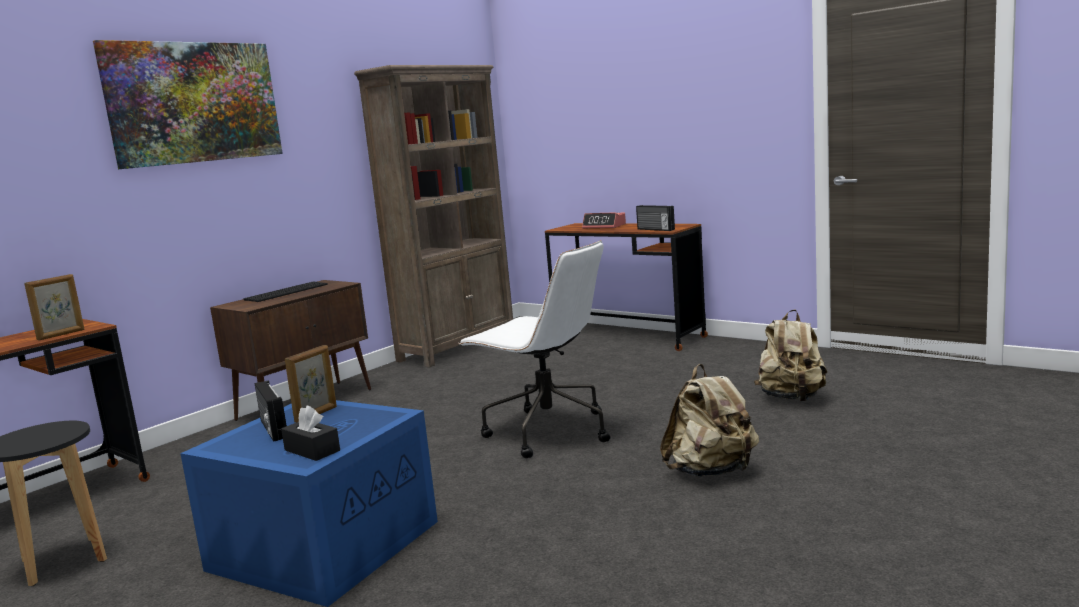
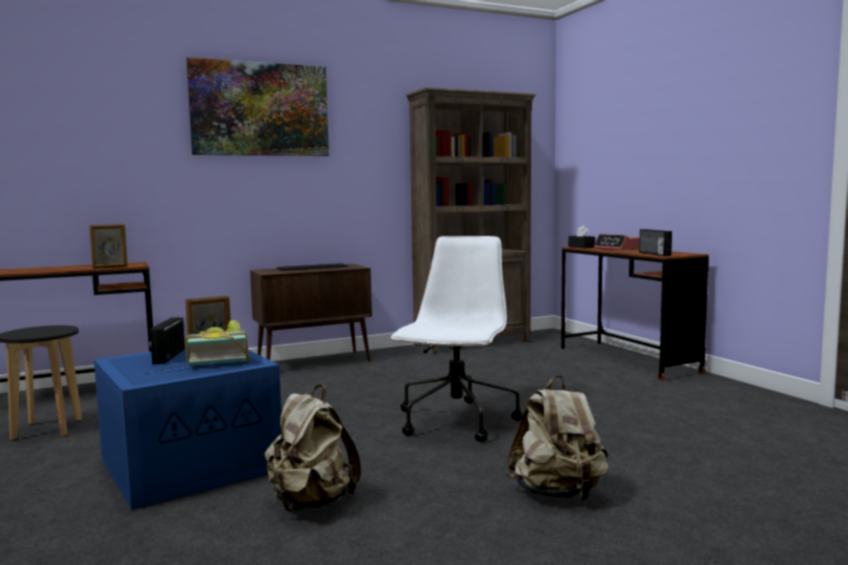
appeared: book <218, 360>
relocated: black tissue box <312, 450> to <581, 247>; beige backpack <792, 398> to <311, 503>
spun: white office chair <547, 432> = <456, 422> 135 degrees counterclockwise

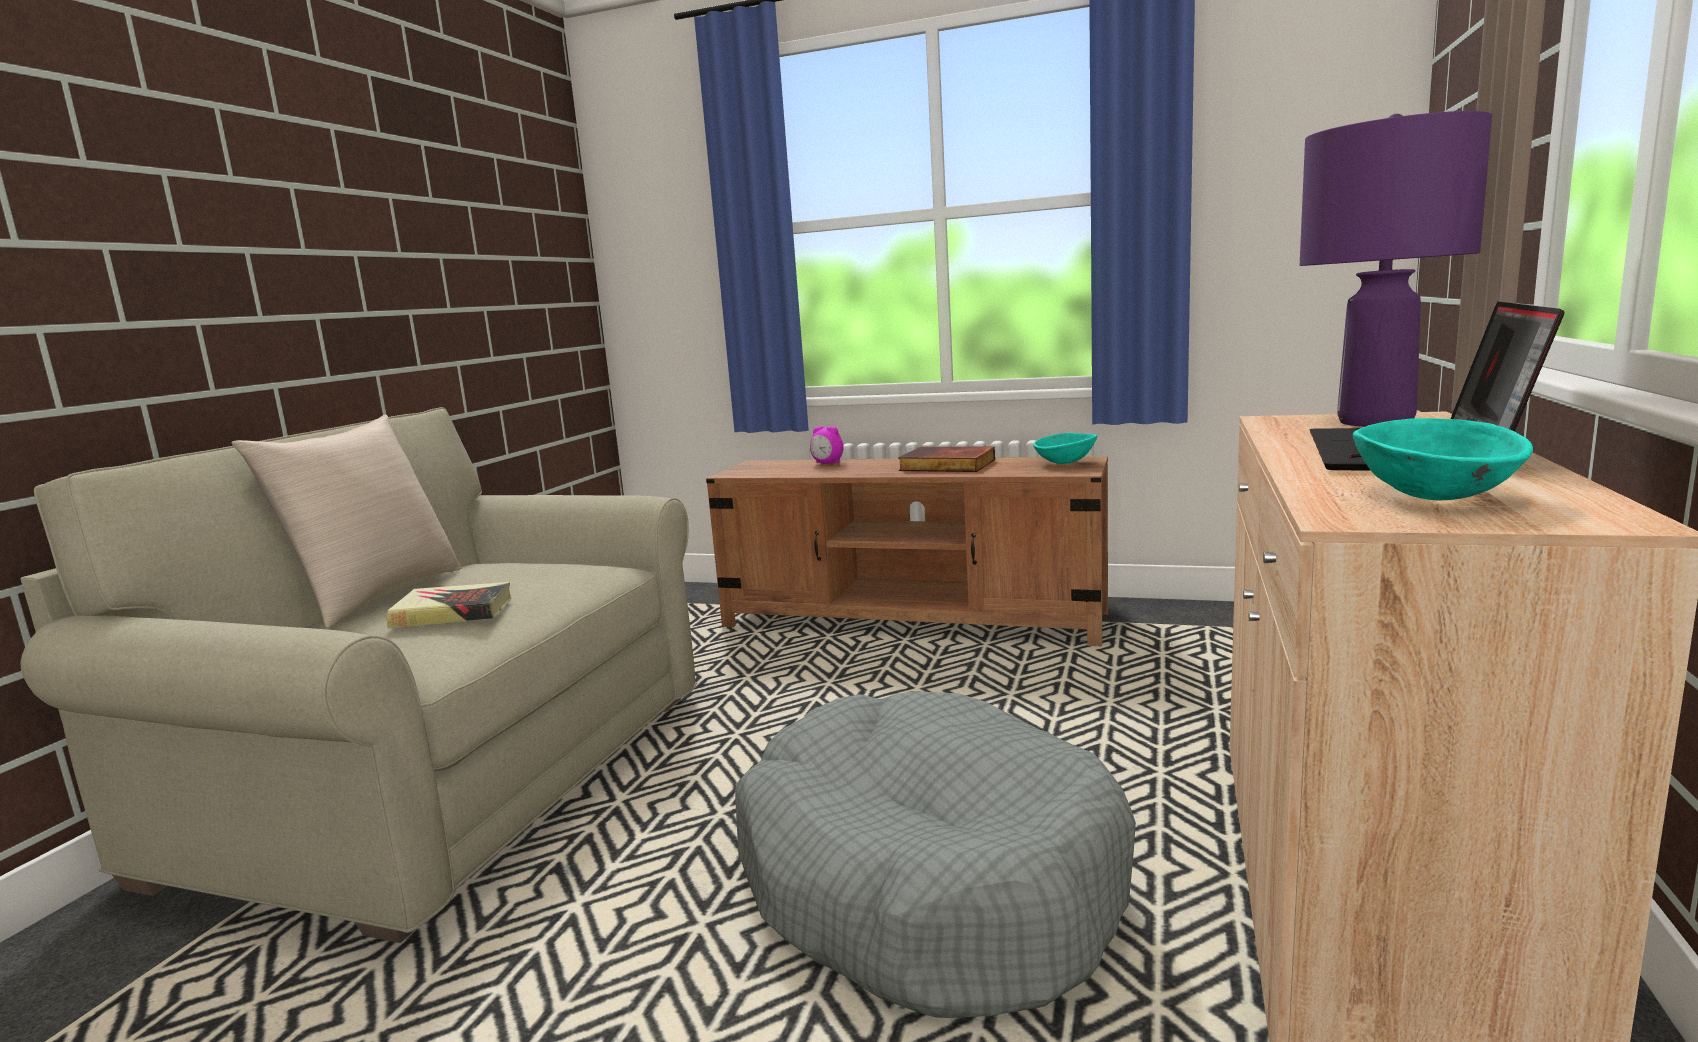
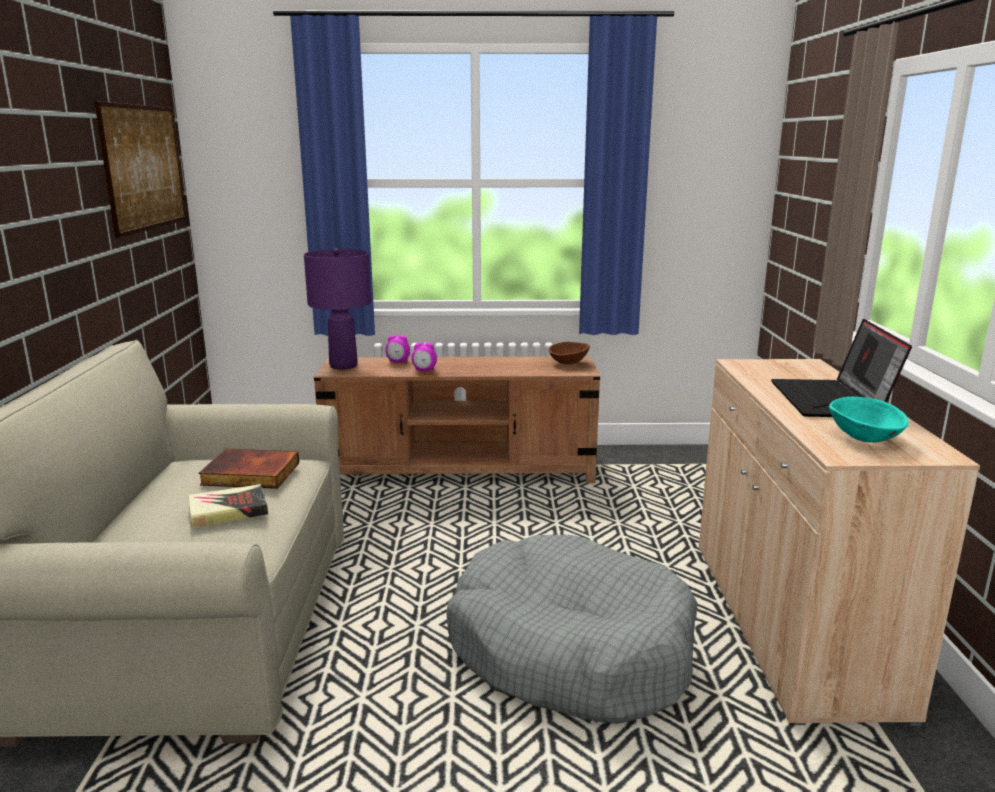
missing: beige pillow <375, 596>
appeared: picture <145, 167>; alarm clock <424, 370>
relocated: book <946, 465> to <249, 474>; purple table lamp <1377, 422> to <344, 365>
colour: turquoise bowl <1065, 463> to brown bowl <568, 363>

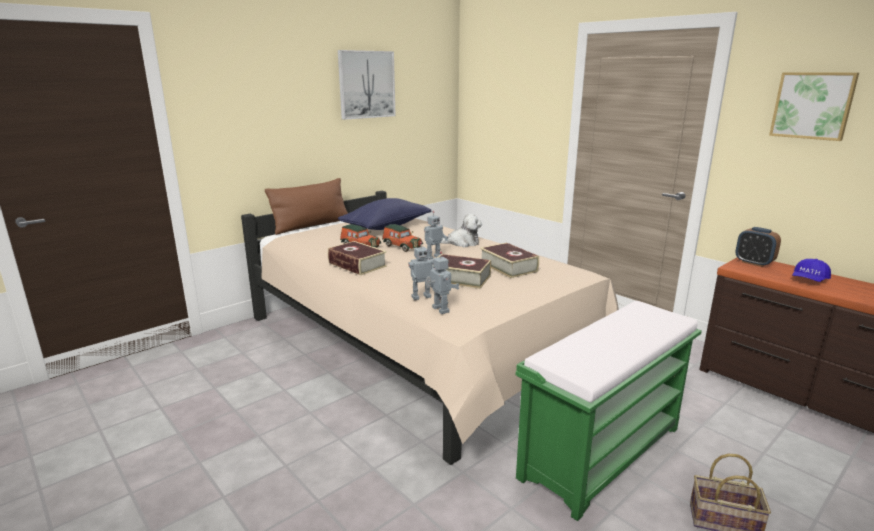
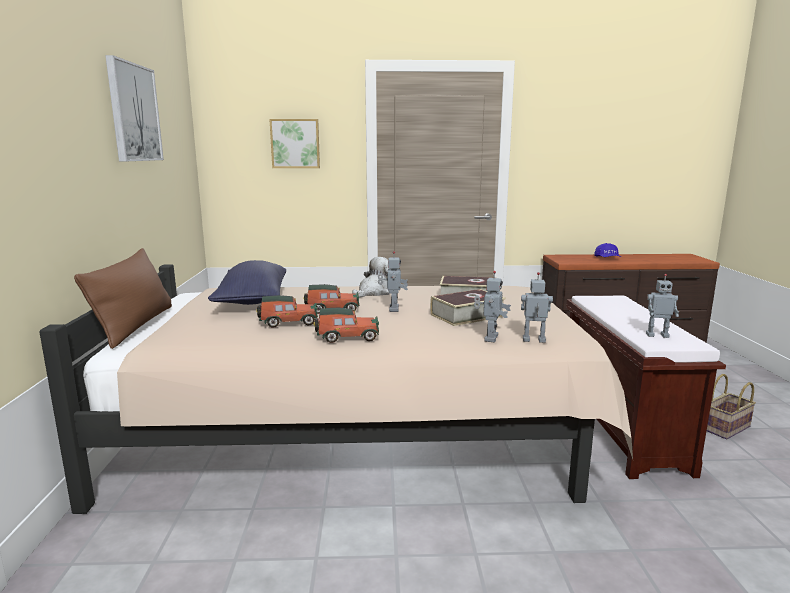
missing: alarm clock <754, 263>
appeared: toy robot <657, 335>
relocated: picture <812, 105> to <295, 143>
exchanged: book <357, 264> to toy car <346, 337>
colour: green bench <602, 451> to brown bench <619, 429>

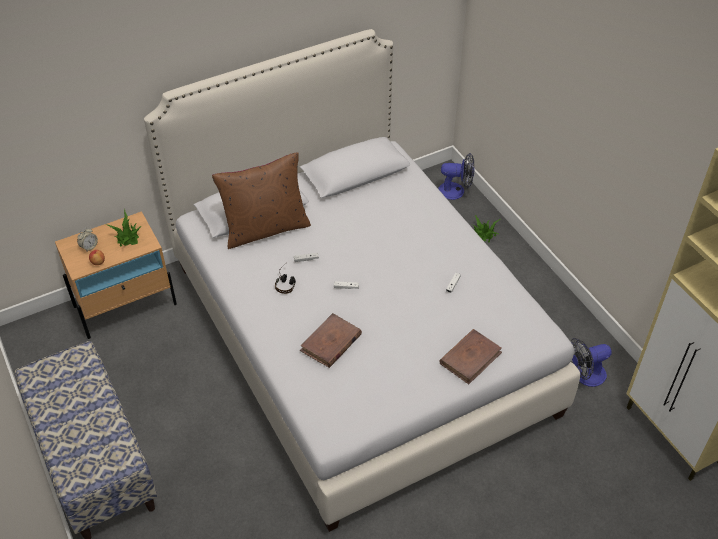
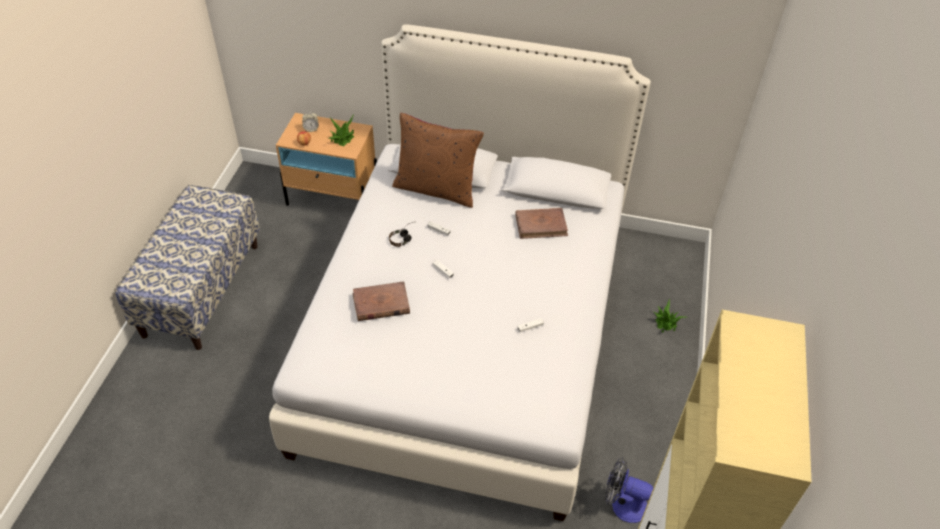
missing: fan <456, 191>
relocated: brown book <470, 358> to <541, 225>

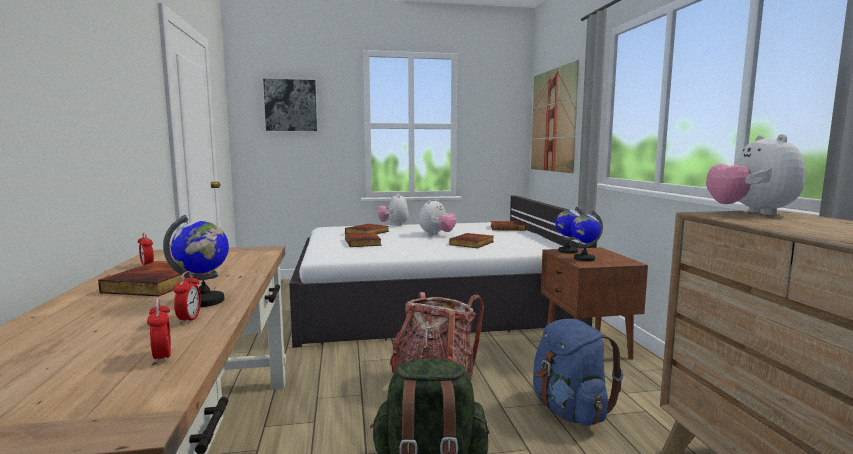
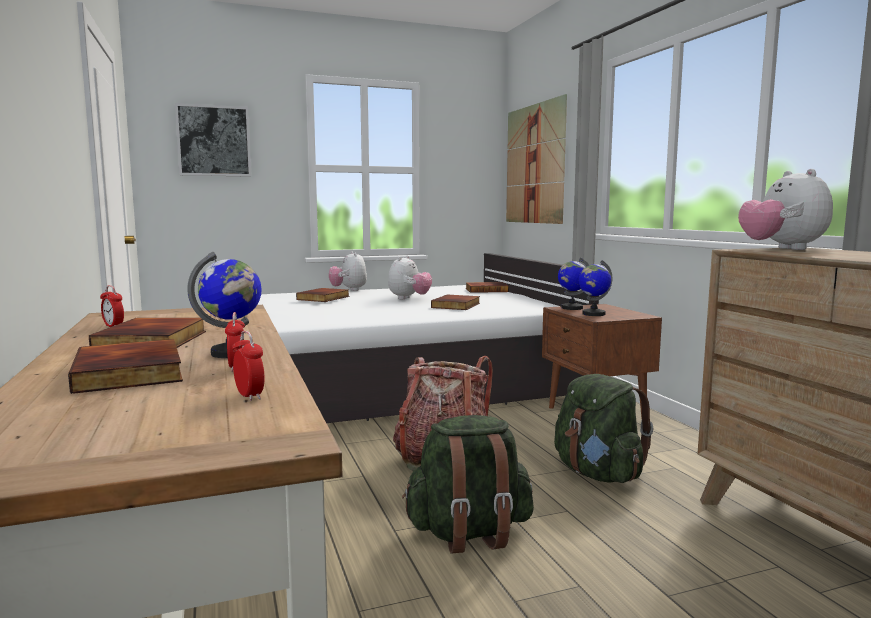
relocated: book <363, 242> to <132, 372>
colour: blue backpack <569, 411> to green backpack <598, 474>

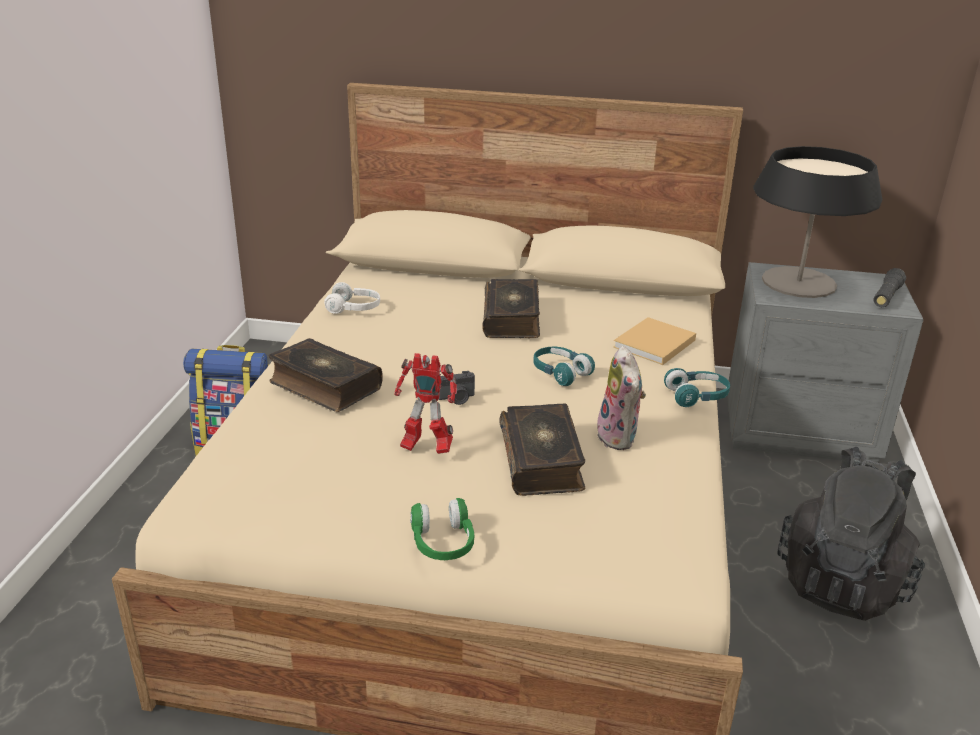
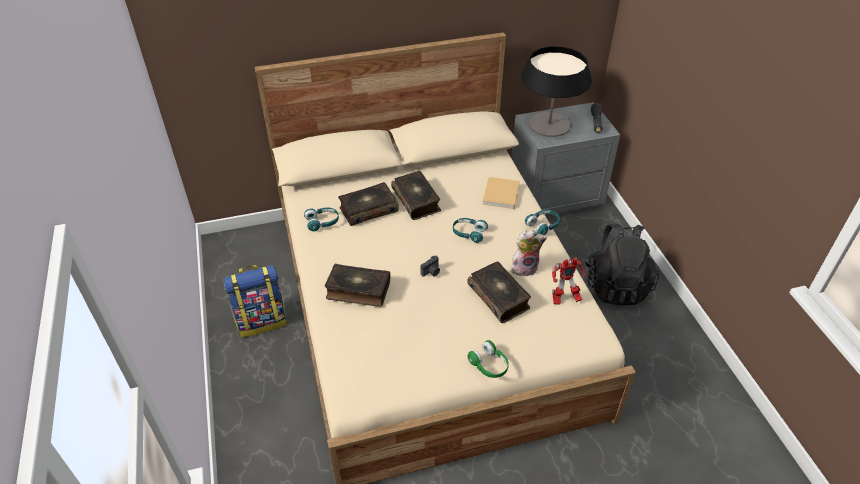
appeared: book <368, 209>
relocated: toy robot <425, 447> to <564, 299>
colour: white headphones <354, 308> to turquoise headphones <322, 222>
spun: plush toy <620, 438> = <525, 267> 60 degrees counterclockwise

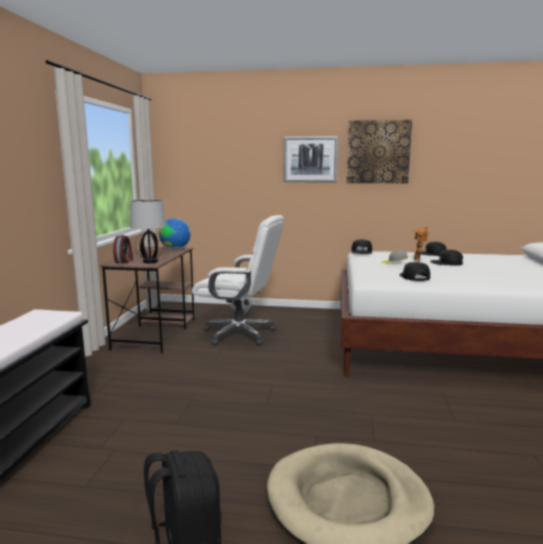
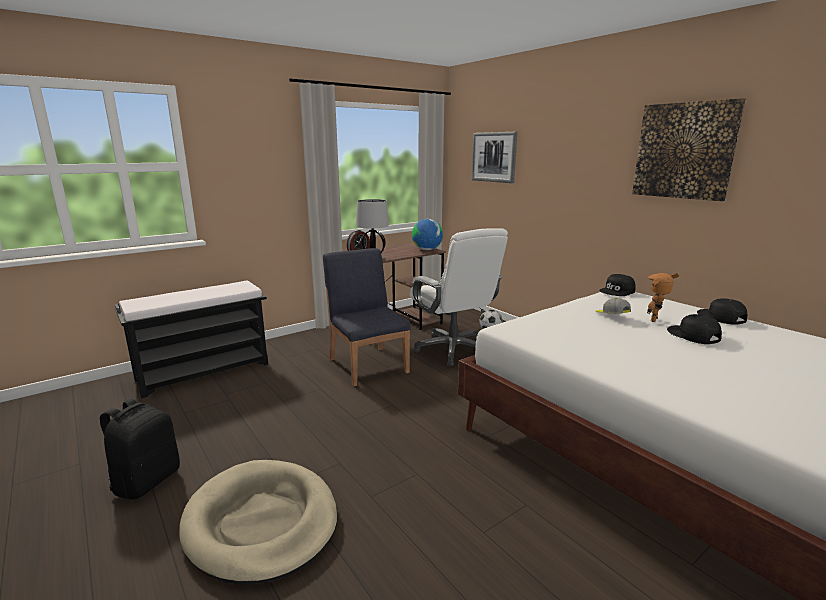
missing: black cap <413, 277>
appeared: blue chair <368, 365>
relocated: picture <310, 159> to <494, 157>

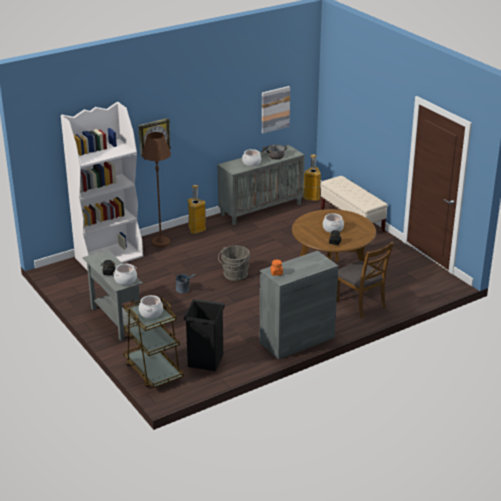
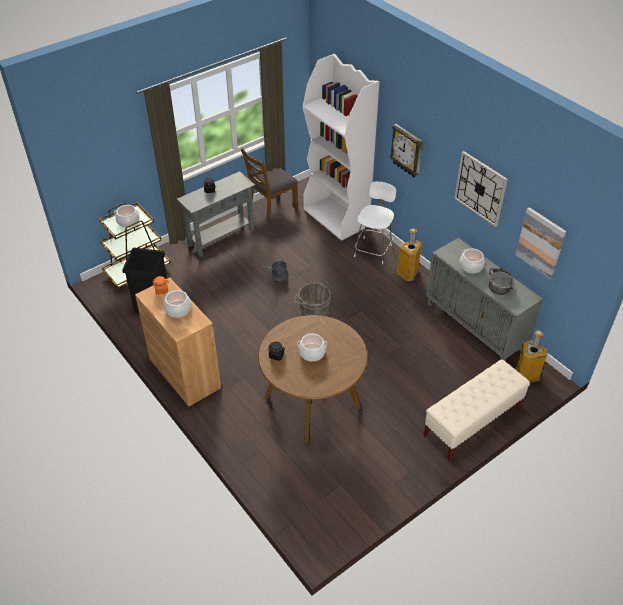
appeared: wall clock <480, 188>
relocated: cooking pot <125, 280> to <178, 309>; brown chair <360, 304> to <271, 207>
exchanged: brown floor lamp <160, 242> to white stool <373, 250>
colour: grey cabinet <297, 340> to brown cabinet <185, 373>

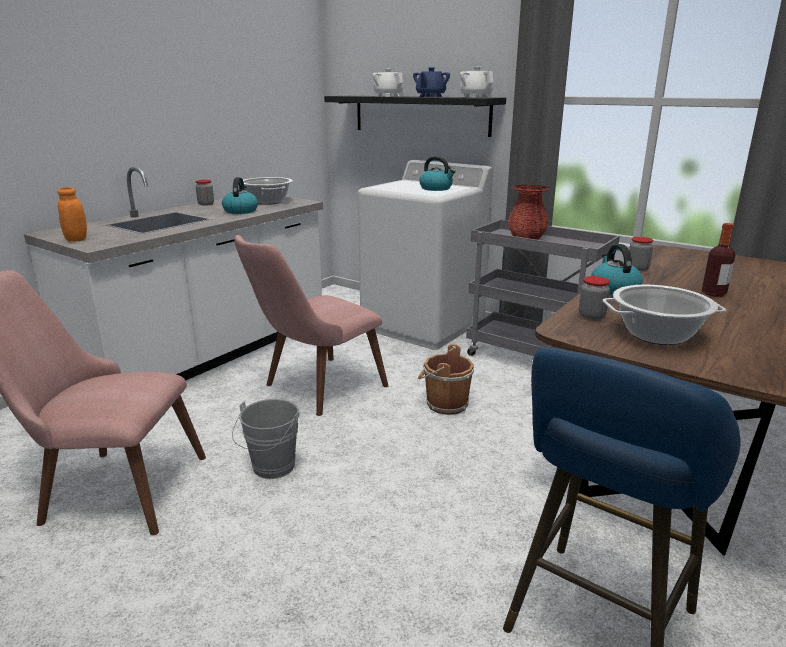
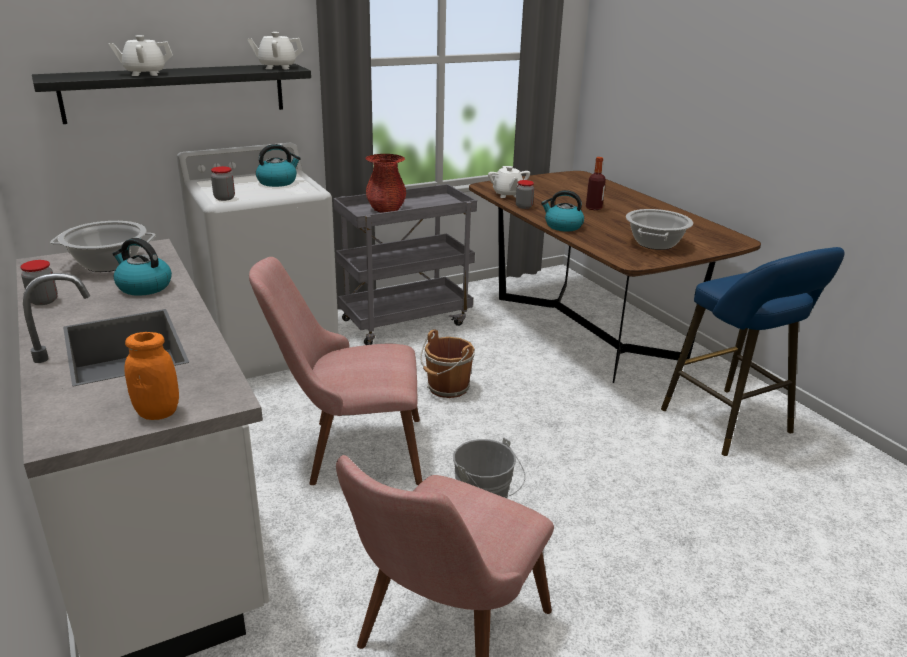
missing: blue teapot <430, 96>
appeared: white teapot <507, 195>
relocated: jar <591, 316> to <224, 198>
spun: pink chair <314, 390> = <348, 451> 105 degrees clockwise

